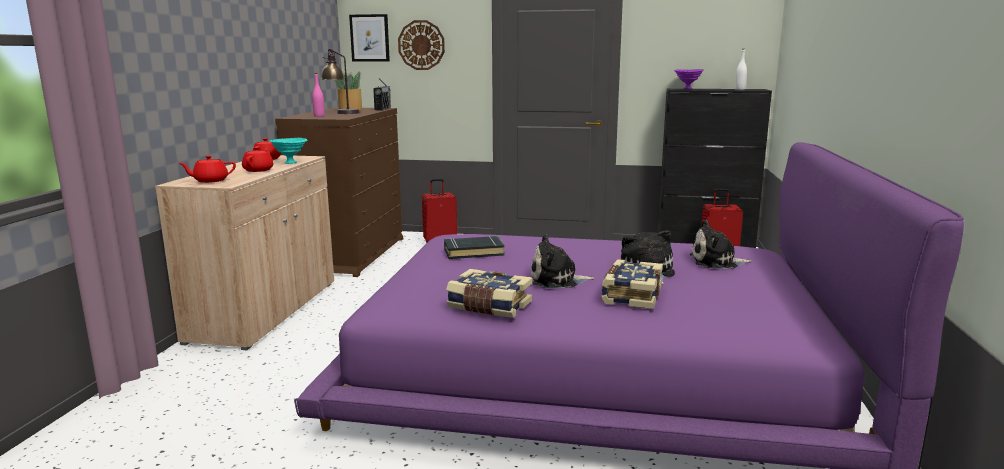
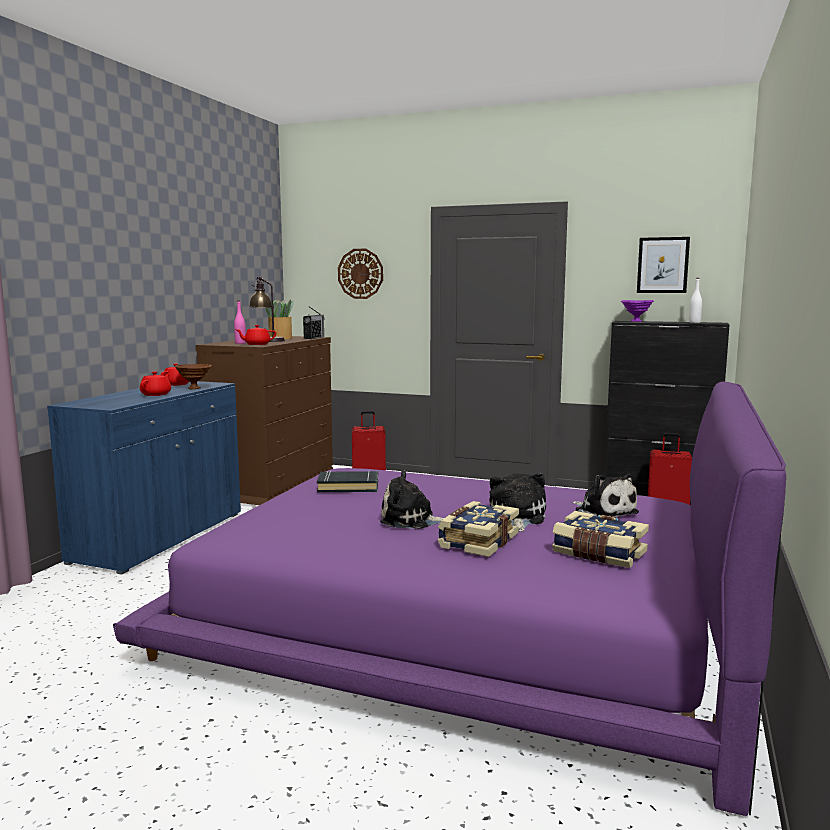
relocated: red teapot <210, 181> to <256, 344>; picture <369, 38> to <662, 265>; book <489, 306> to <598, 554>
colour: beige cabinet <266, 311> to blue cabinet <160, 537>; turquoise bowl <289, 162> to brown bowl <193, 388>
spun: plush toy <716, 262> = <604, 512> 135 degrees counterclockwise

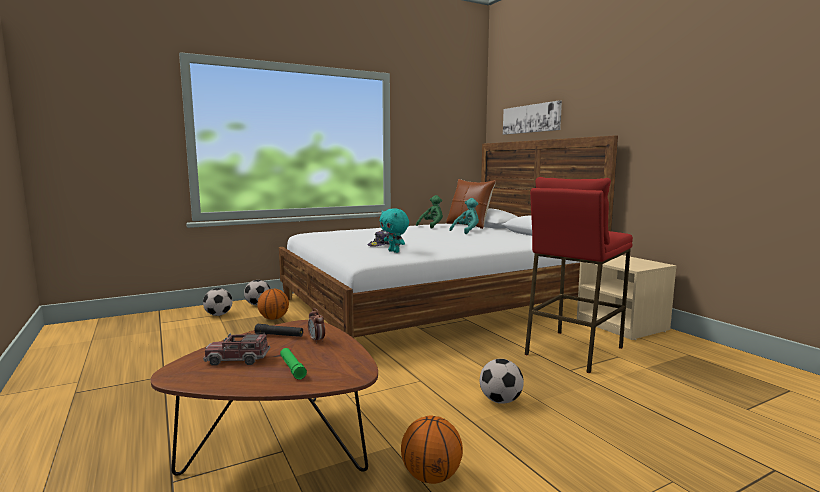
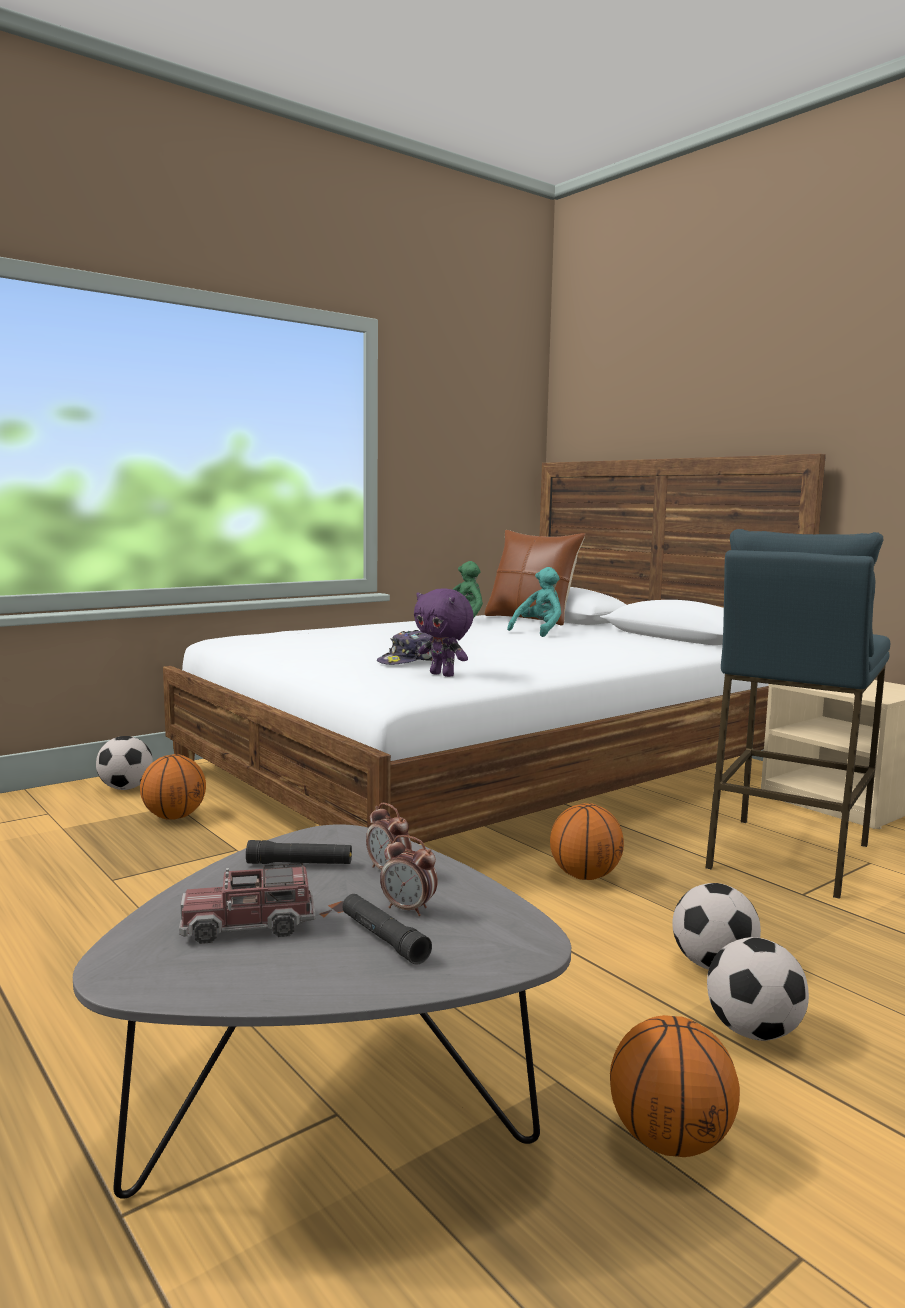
missing: picture <531, 118>
appeared: alarm clock <408, 909>; basketball <585, 876>
relocated: football <218, 315> to <753, 1031>
colour: brown coffee table <283, 446> to grey coffee table <332, 1103>; green flashlight <292, 368> to black flashlight <383, 938>; turquoise plush toy <394, 251> to purple plush toy <443, 674>; red stool <572, 351> to blue stool <785, 855>

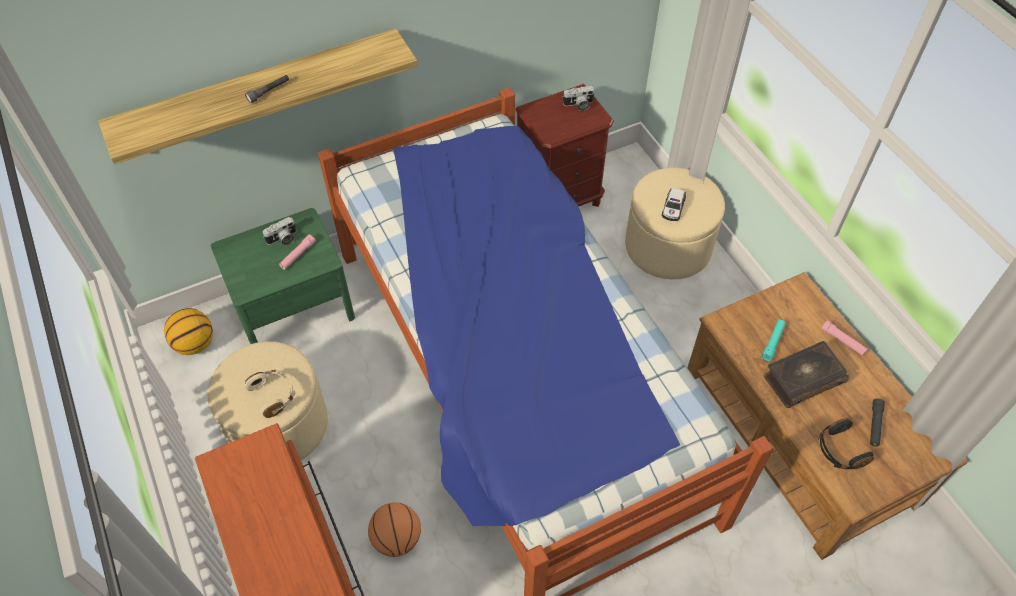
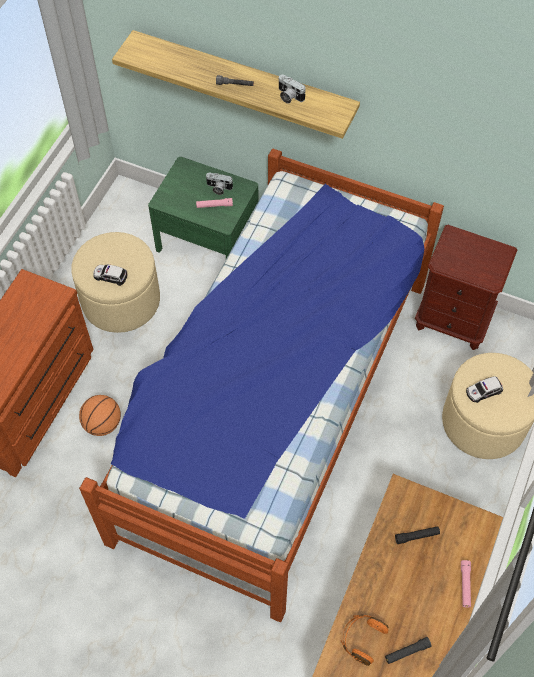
missing: basketball <195, 344>; book <802, 379>
relocated: photo camera <579, 105> to <289, 96>
exchanged: beige headphones <274, 395> to toy car <110, 276>
colour: turquoise flashlight <773, 342> to black flashlight <417, 536>; black headphones <839, 450> to orange headphones <362, 639>

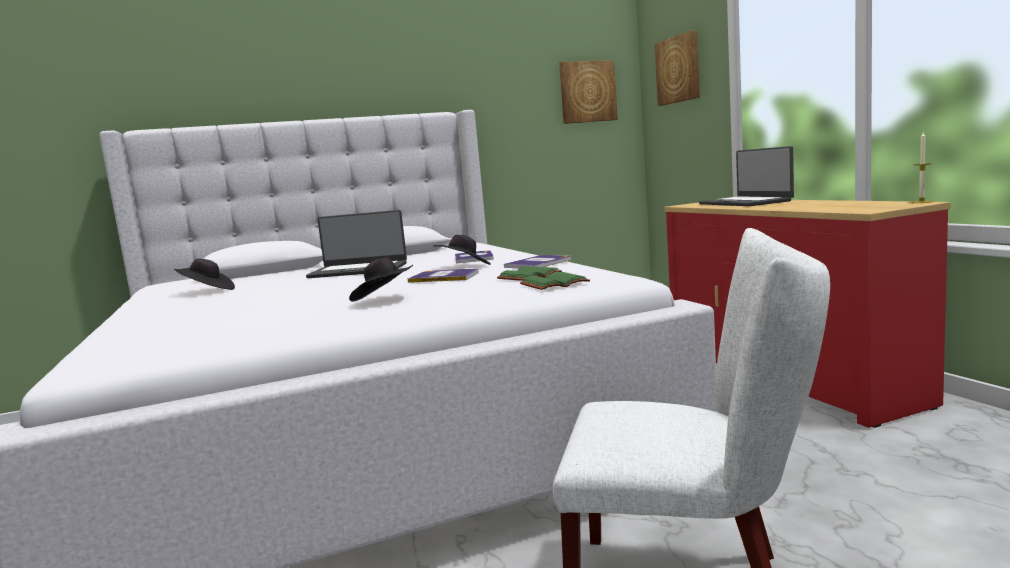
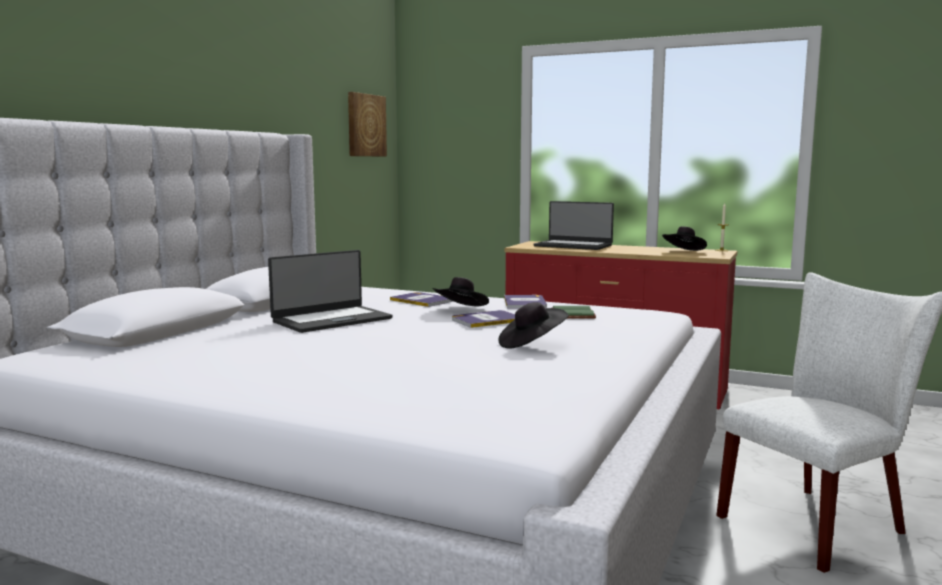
missing: green book <554, 284>; picture <678, 69>
relocated: black hat <207, 291> to <684, 252>

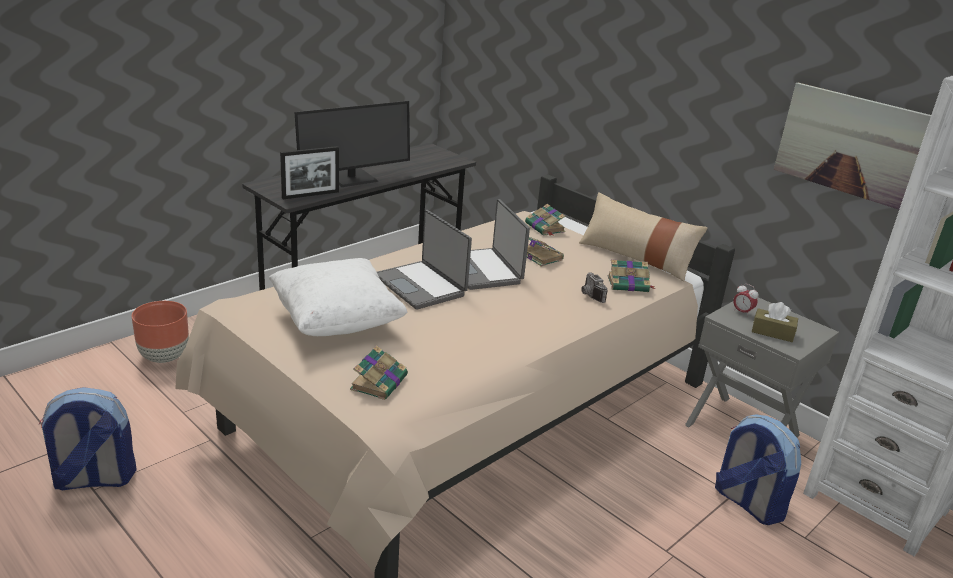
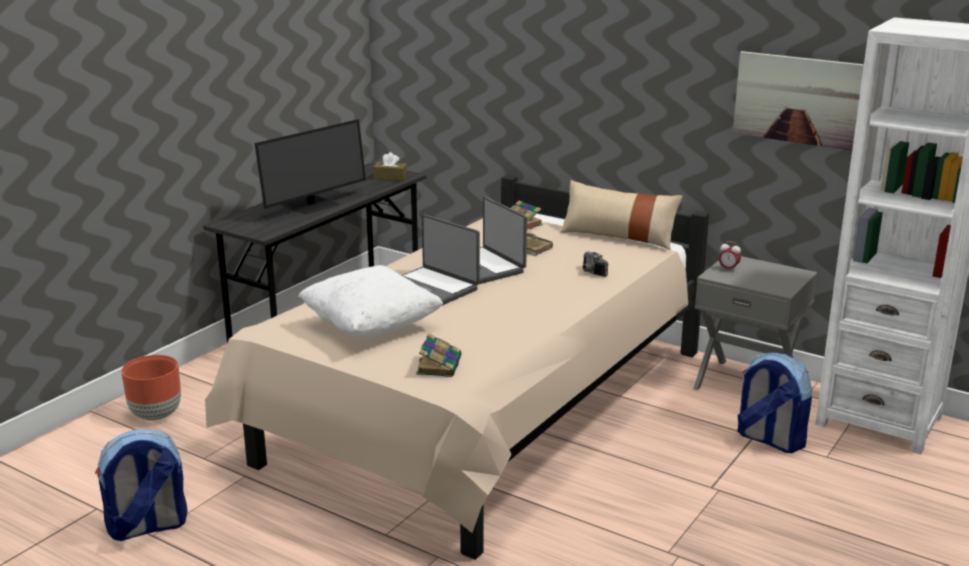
missing: picture frame <310, 195>; book <629, 284>
relocated: brown tissue box <772, 332> to <390, 178>

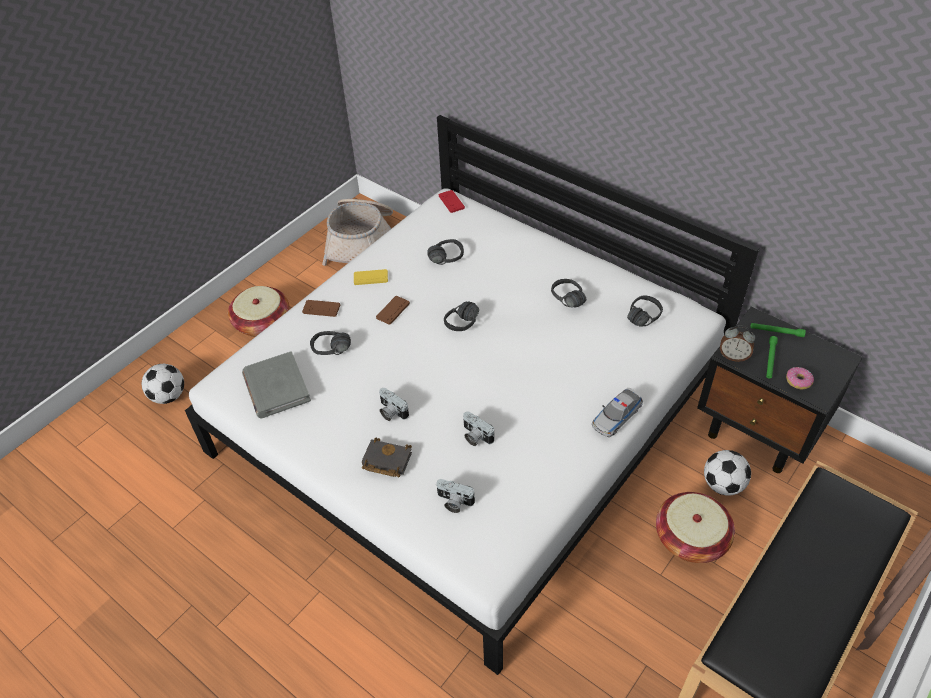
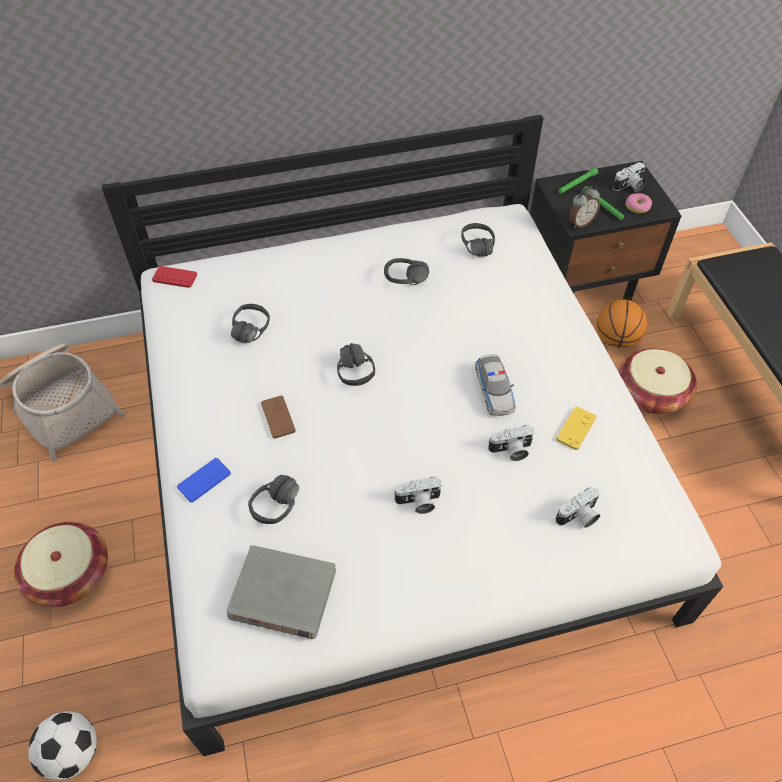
missing: black book <385, 461>
appeared: photo camera <629, 186>
relocated: yellow game controller <370, 278> to <576, 428>; toy car <616, 416> to <494, 390>
exchanged: football <723, 485> to basketball <616, 339>
colour: brown game controller <321, 309> to blue game controller <204, 480>

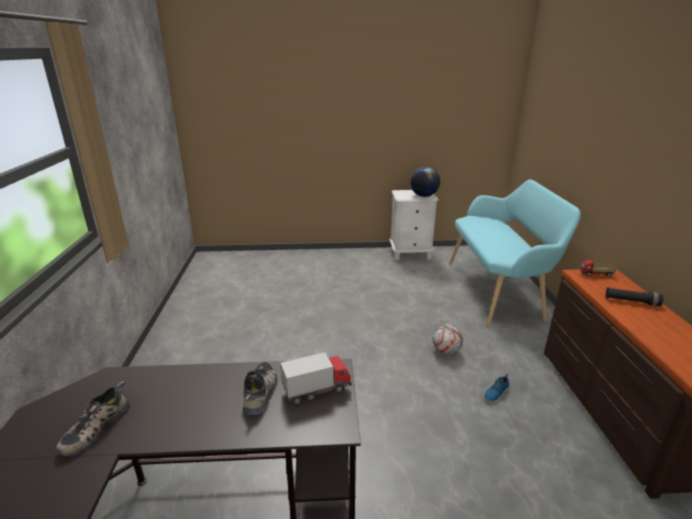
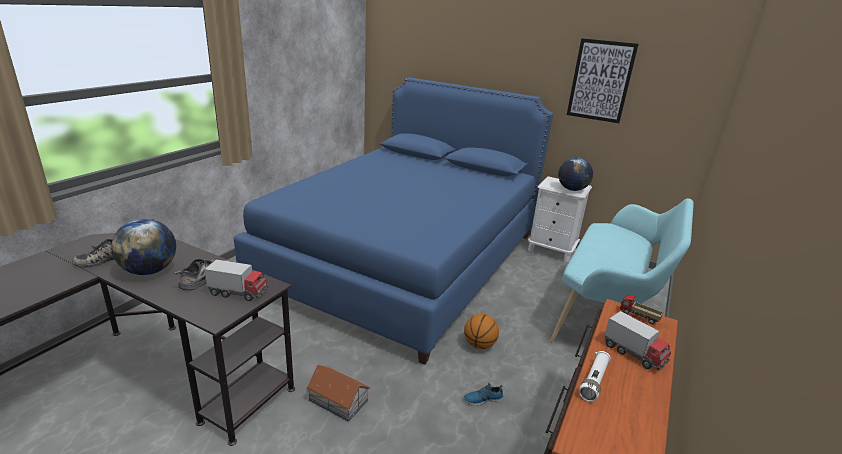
appeared: globe <150, 271>; blue bed <404, 259>; toy house <338, 399>; picture <600, 81>; white flashlight <594, 381>
exchanged: football <446, 351> to basketball <479, 345>; black flashlight <631, 302> to toy truck <634, 354>

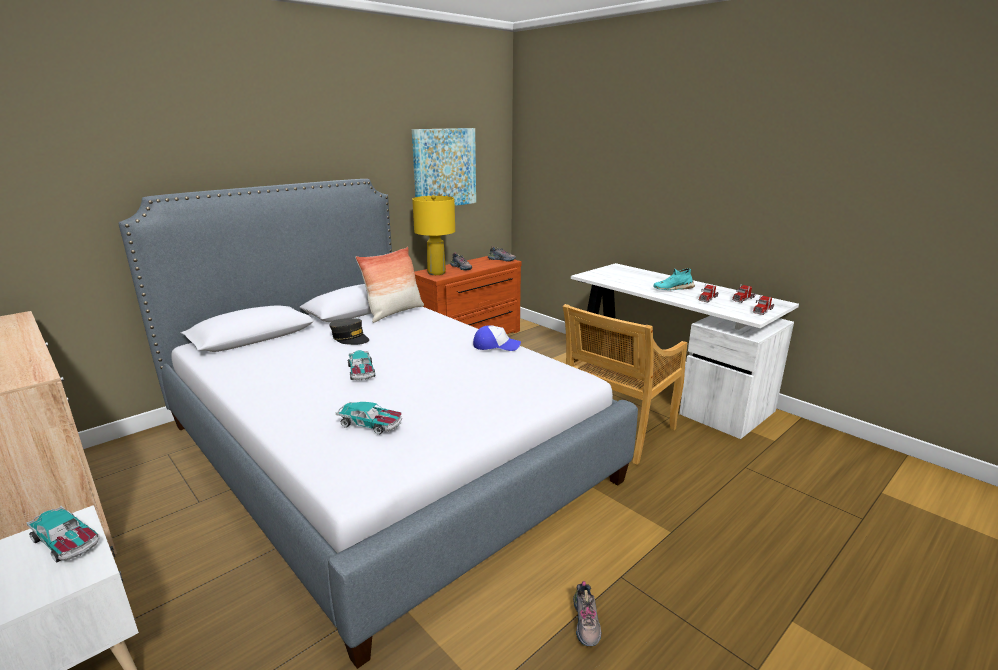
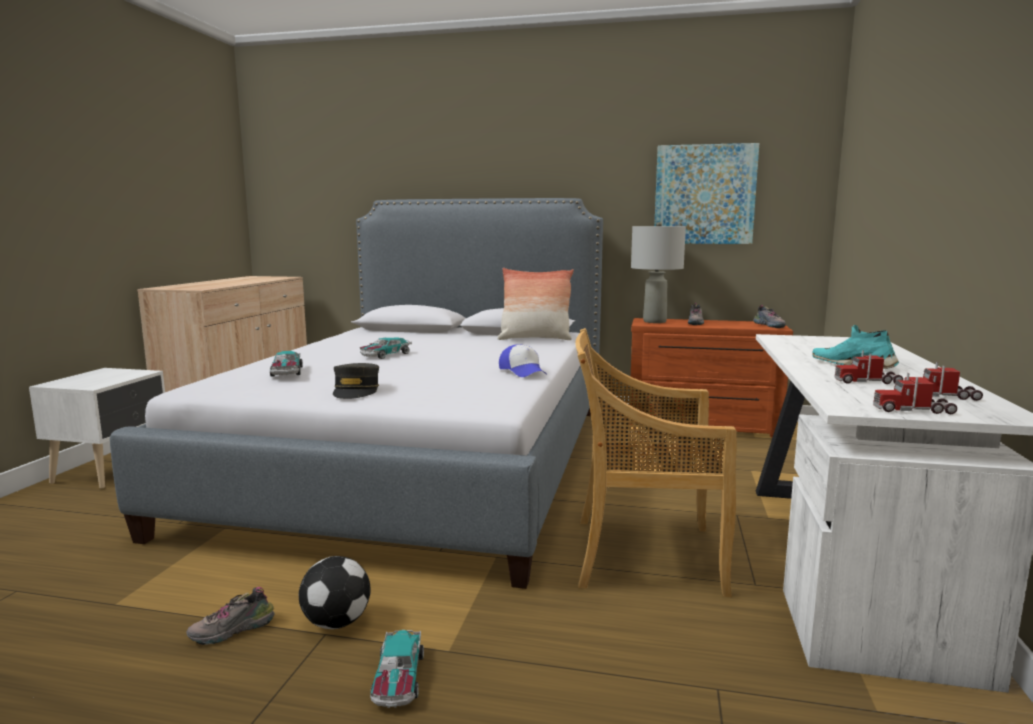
appeared: football <337, 623>
relocated: toy car <67, 542> to <398, 679>; grey cap <350, 338> to <356, 391>
colour: yellow table lamp <436, 273> to grey table lamp <655, 321>

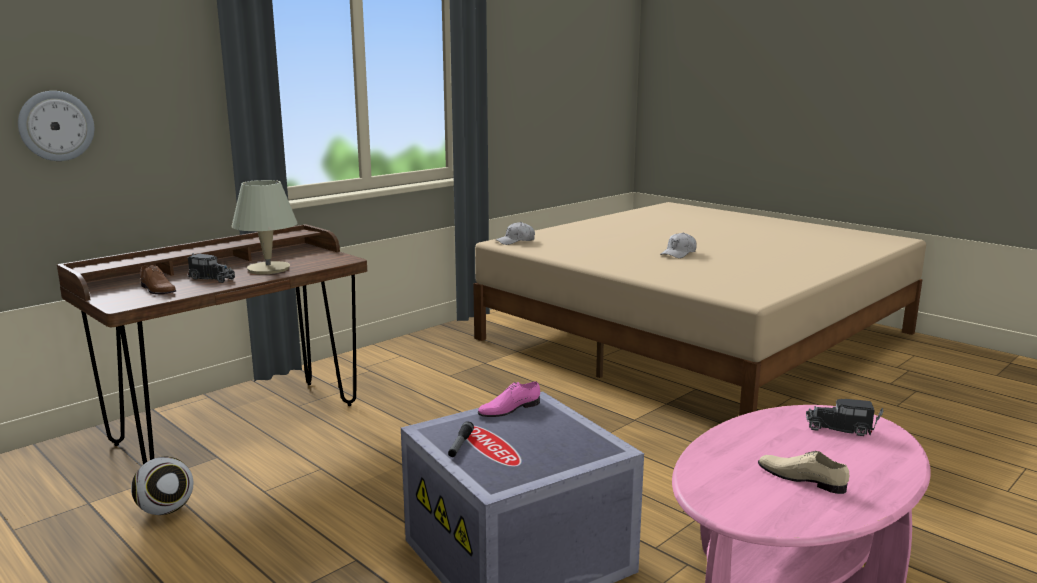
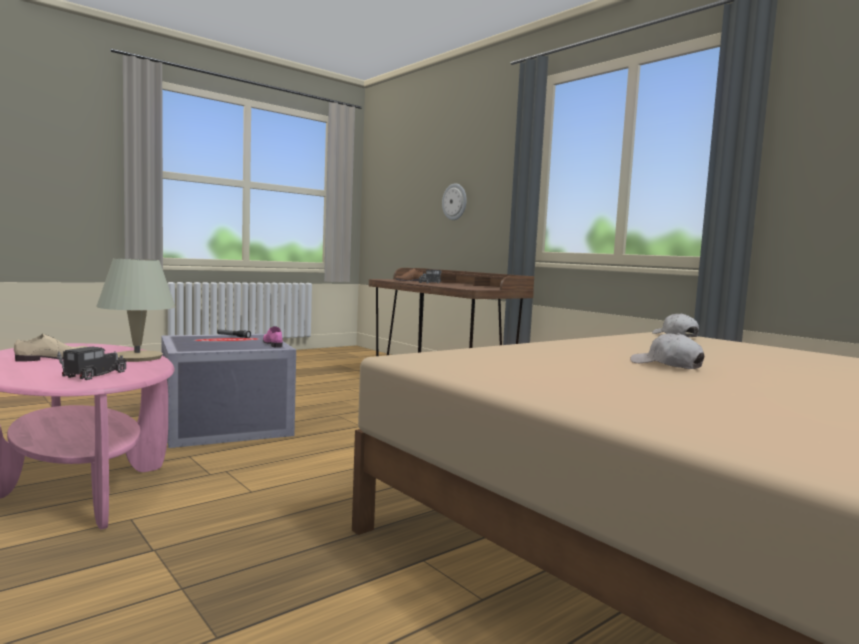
missing: football <166, 510>
relocated: beige table lamp <269, 269> to <136, 357>

